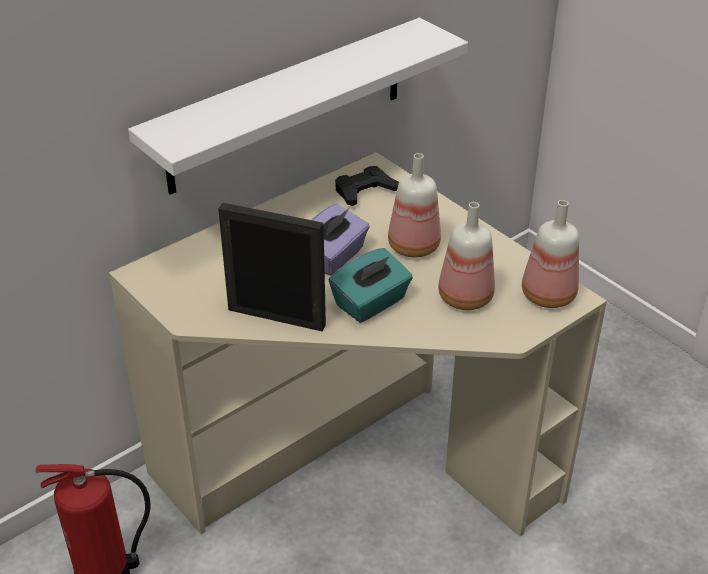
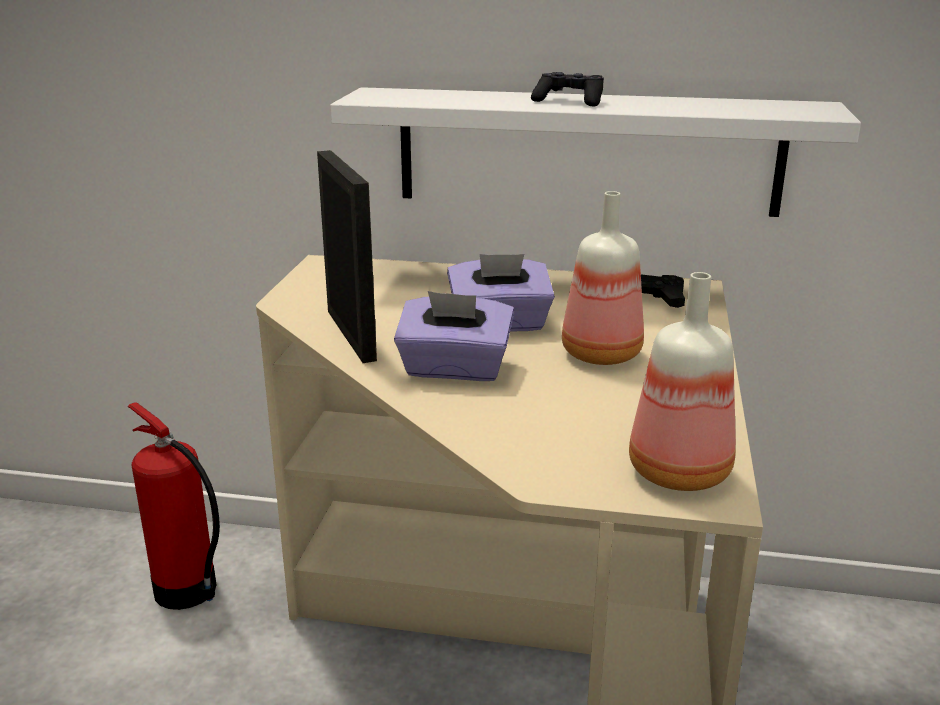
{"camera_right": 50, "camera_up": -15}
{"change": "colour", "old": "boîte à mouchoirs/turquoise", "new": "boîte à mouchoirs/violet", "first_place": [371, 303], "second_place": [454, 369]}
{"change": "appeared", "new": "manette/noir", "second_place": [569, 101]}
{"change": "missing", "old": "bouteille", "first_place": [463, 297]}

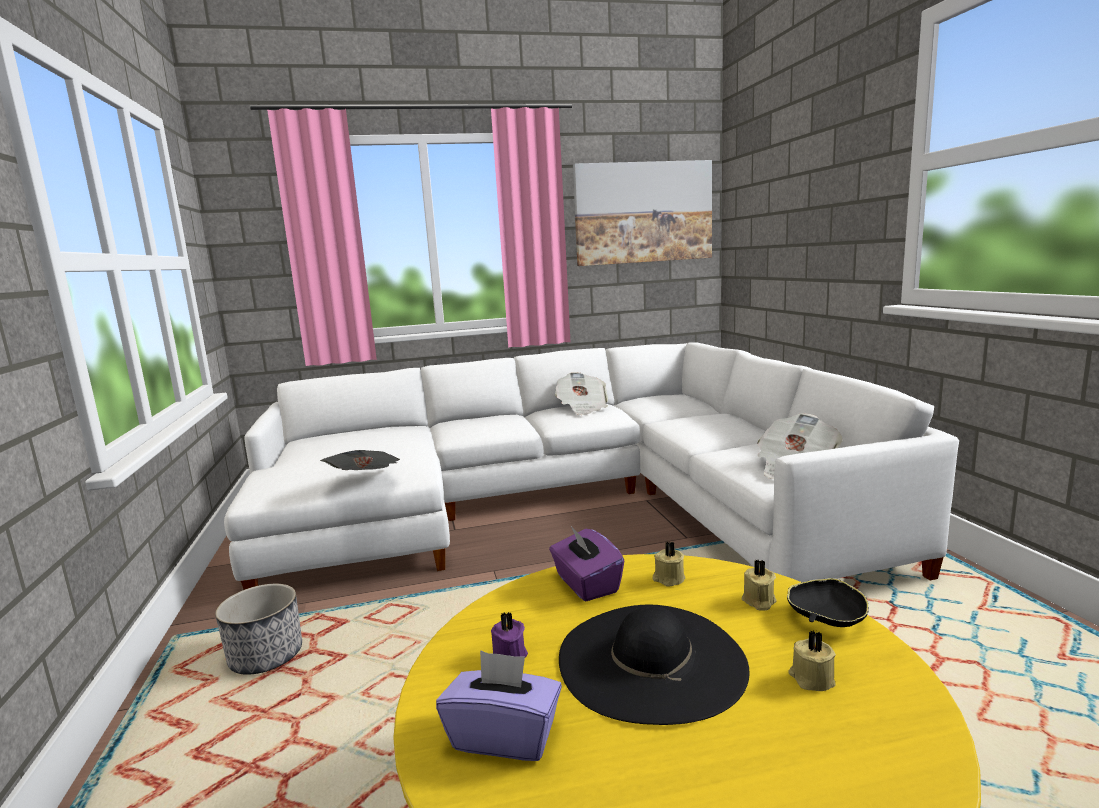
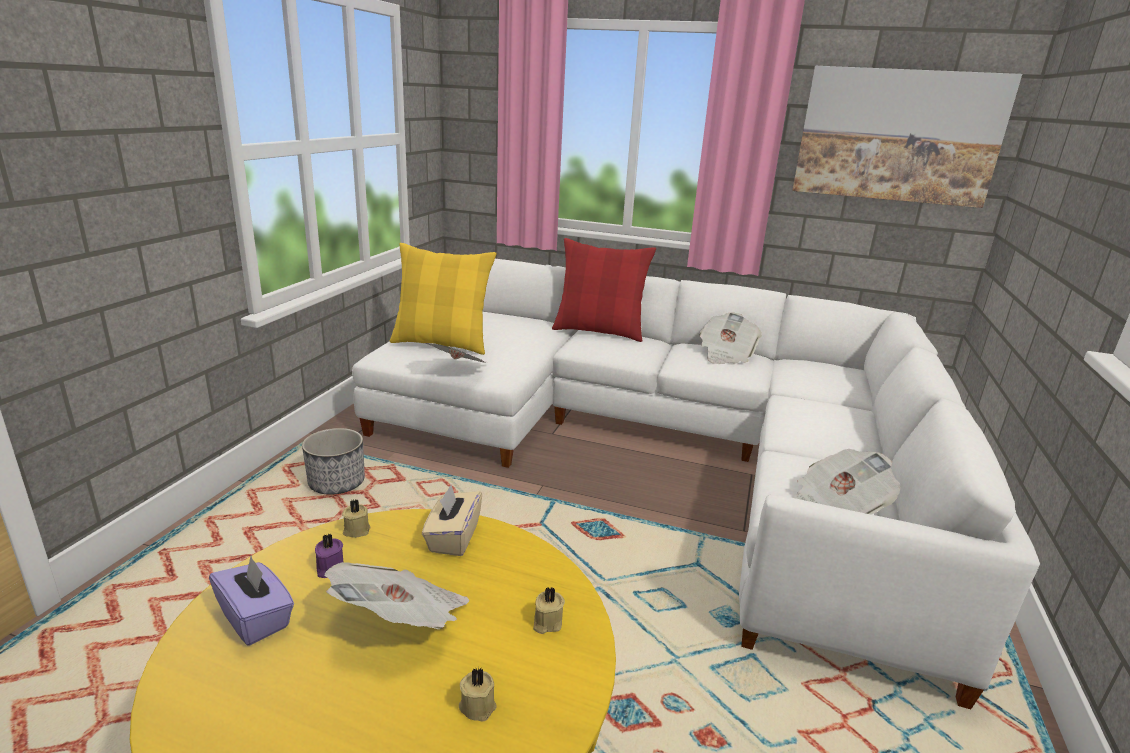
{"camera_right": 30, "camera_up": 10}
{"change": "exchanged", "old": "chapeau/noir", "new": "journal", "first_place": [651, 660], "second_place": [403, 621]}
{"change": "relocated", "old": "bougie/beige", "first_place": [668, 579], "second_place": [356, 530]}
{"change": "appeared", "new": "coussin/jaune", "second_place": [442, 343]}
{"change": "colour", "old": "boîte à mouchoirs/violet", "new": "boîte à mouchoirs/beige", "first_place": [586, 584], "second_place": [453, 538]}
{"change": "appeared", "new": "coussin/rouge", "second_place": [599, 331]}
{"change": "missing", "old": "bol/noir", "first_place": [826, 619]}

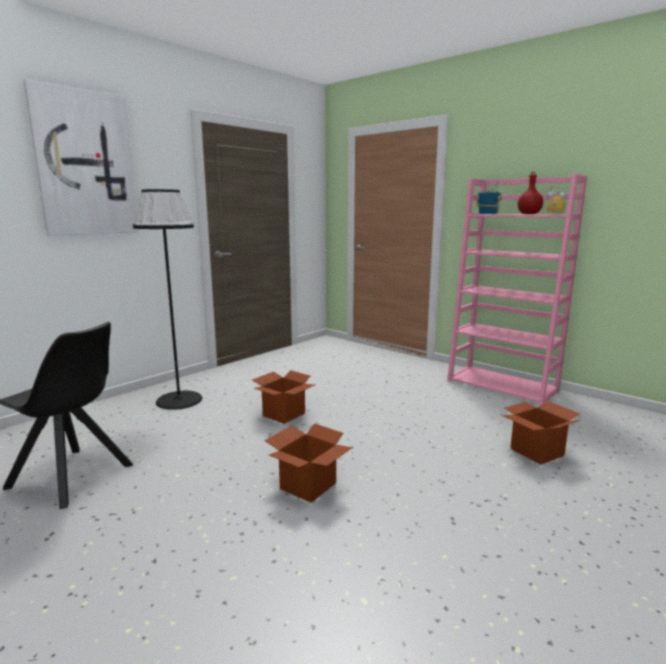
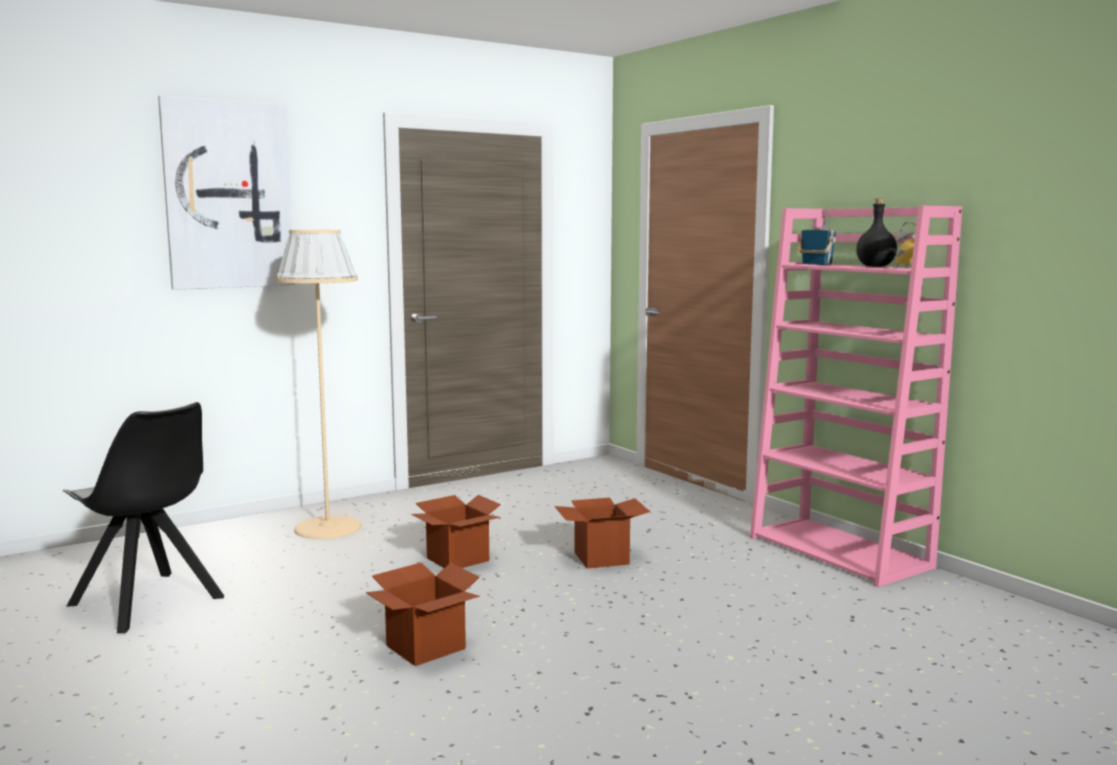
{"camera_right": 15, "camera_up": -5}
{"change": "colour", "old": "lampadaire/noir", "new": "lampadaire/beige", "first_place": [179, 400], "second_place": [328, 527]}
{"change": "relocated", "old": "carton", "first_place": [537, 452], "second_place": [601, 558]}
{"change": "colour", "old": "bouteille/rouge", "new": "bouteille/noir", "first_place": [529, 214], "second_place": [875, 266]}

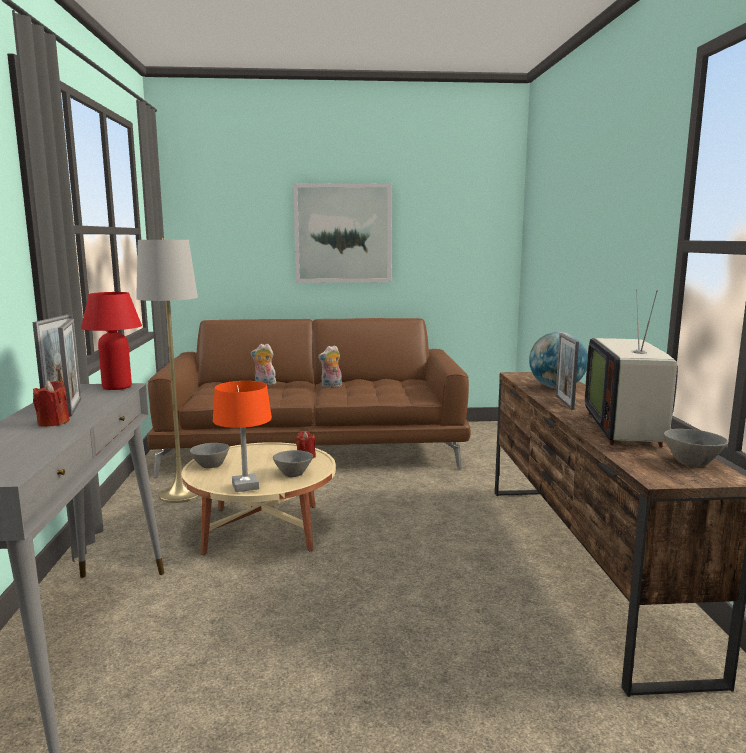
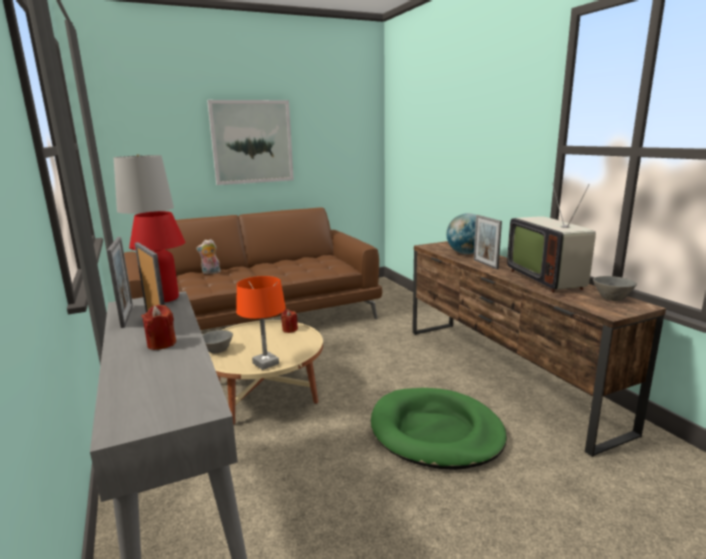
{"camera_right": -20, "camera_up": 5}
{"change": "appeared", "new": "panier pour chien/vert", "second_place": [436, 432]}
{"change": "missing", "old": "bol/gris", "first_place": [294, 473]}
{"change": "missing", "old": "peluche", "first_place": [331, 386]}

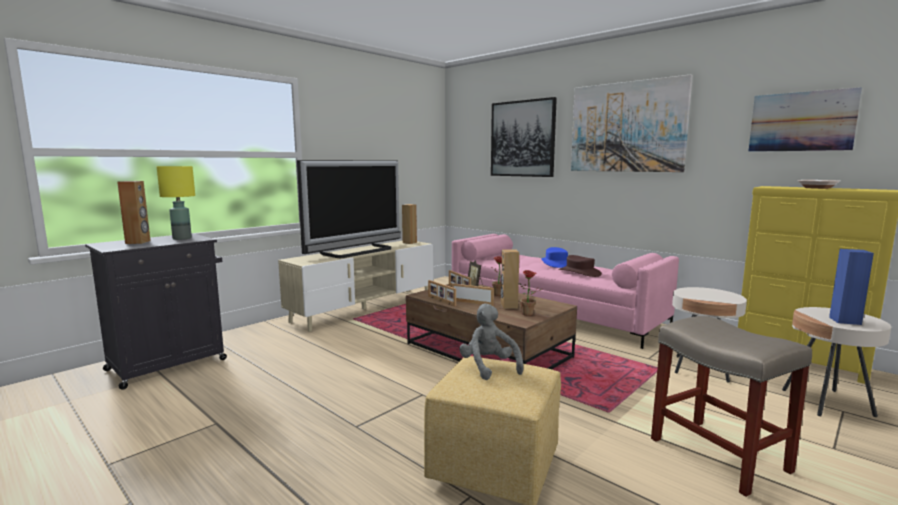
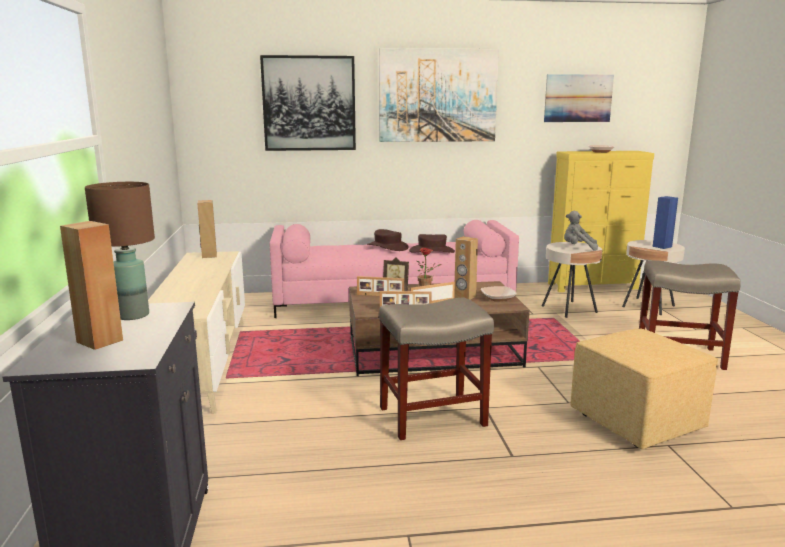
{"camera_right": -50, "camera_up": 5}
{"change": "colour", "old": "lampe de table/jaune", "new": "lampe de table/marron", "first_place": [182, 238], "second_place": [132, 315]}
{"change": "colour", "old": "chapeau/bleu", "new": "chapeau/marron", "first_place": [556, 263], "second_place": [387, 247]}
{"change": "appeared", "new": "tabouret/beige", "second_place": [433, 416]}
{"change": "exchanged", "old": "plante en pot", "new": "bol", "first_place": [529, 314], "second_place": [498, 298]}
{"change": "relocated", "old": "peluche/gris", "first_place": [488, 367], "second_place": [578, 248]}
{"change": "missing", "old": "téléviseur", "first_place": [358, 251]}

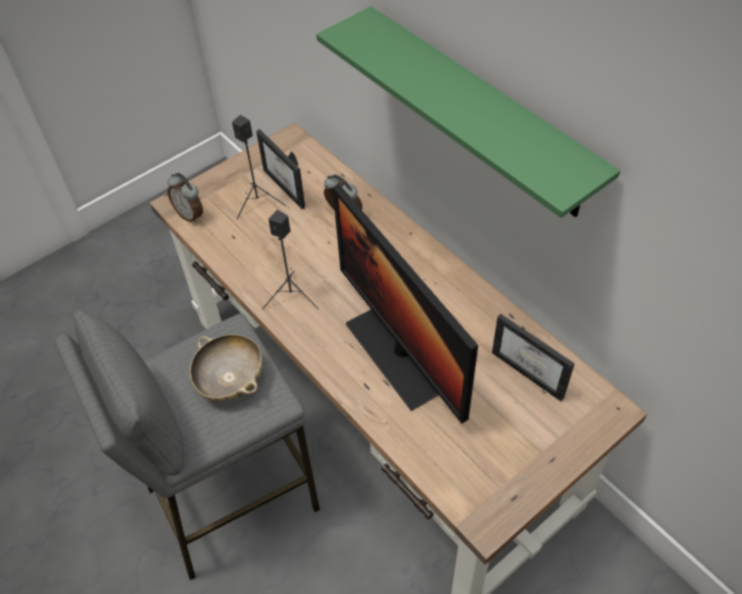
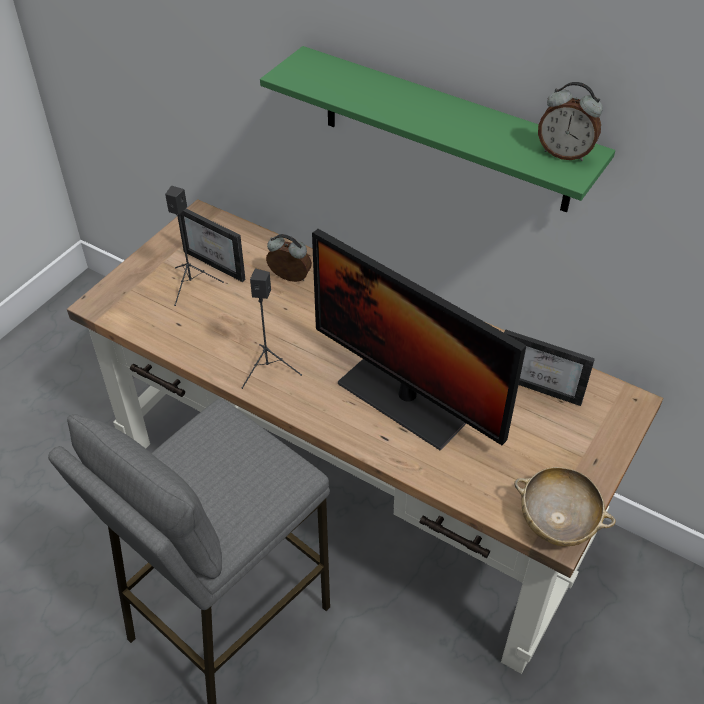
{"camera_right": -20, "camera_up": -5}
{"change": "relocated", "old": "bol/beige", "first_place": [230, 380], "second_place": [557, 521]}
{"change": "relocated", "old": "réveil", "first_place": [190, 214], "second_place": [564, 153]}

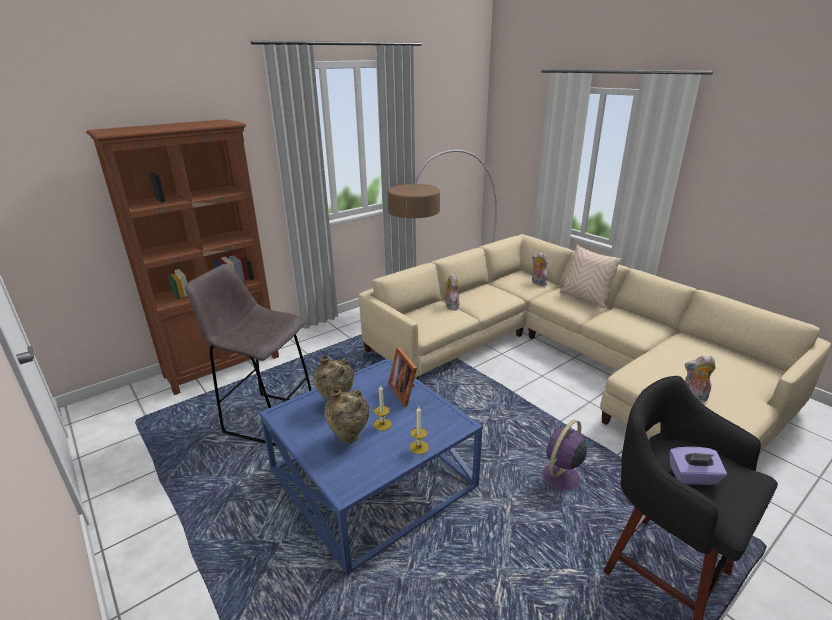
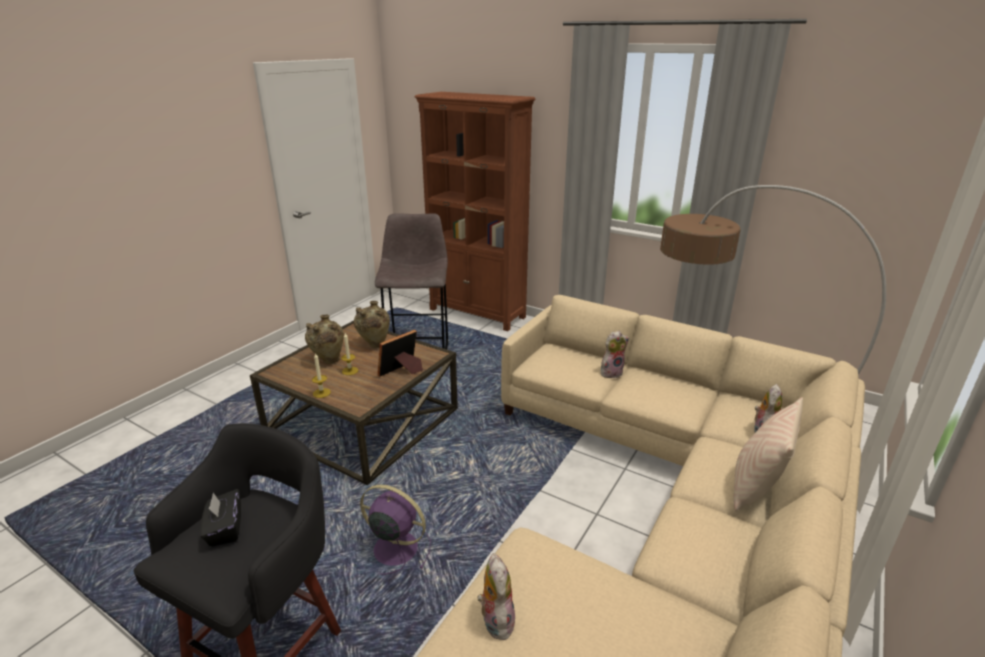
{"camera_right": 70, "camera_up": 0}
{"change": "colour", "old": "boîte à mouchoirs/violet", "new": "boîte à mouchoirs/noir", "first_place": [693, 477], "second_place": [225, 529]}
{"change": "colour", "old": "table basse/bleu", "new": "table basse/marron", "first_place": [373, 477], "second_place": [364, 422]}

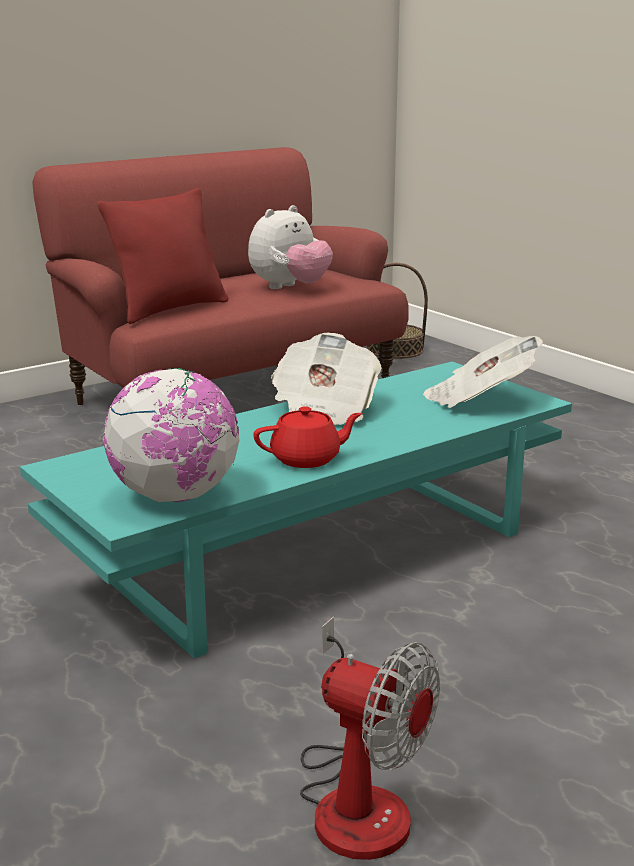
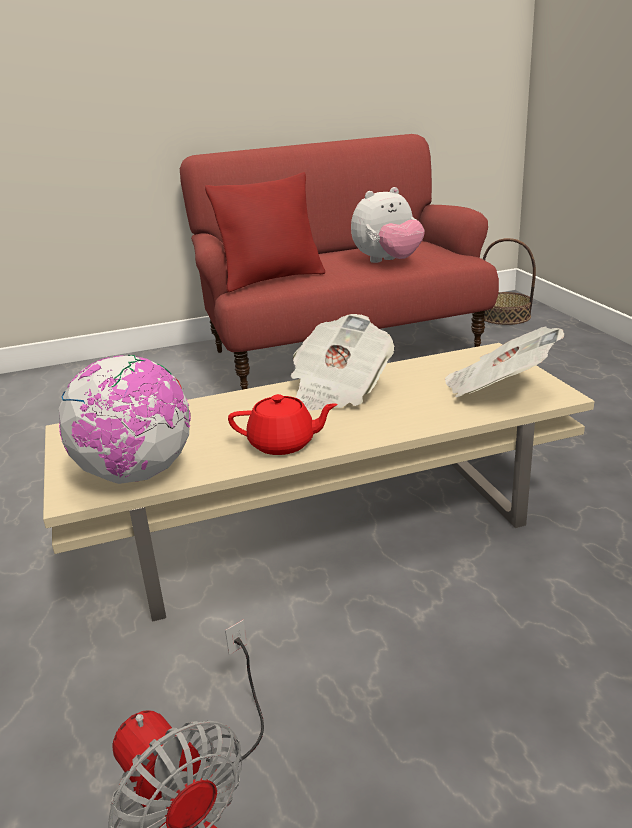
{"camera_right": 20, "camera_up": 5}
{"change": "colour", "old": "table basse/turquoise", "new": "table basse/beige", "first_place": [318, 552], "second_place": [324, 520]}

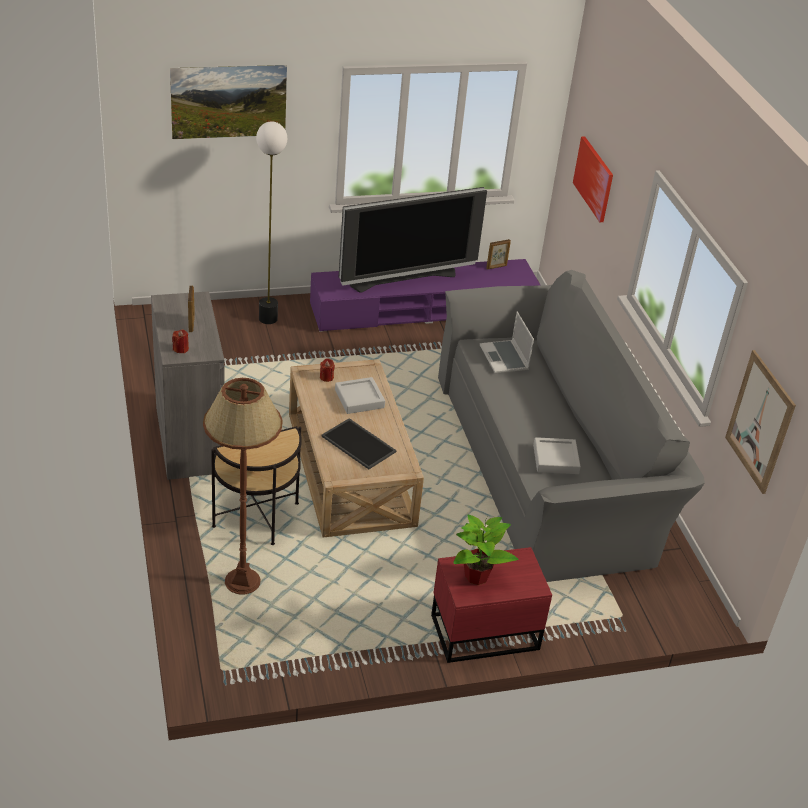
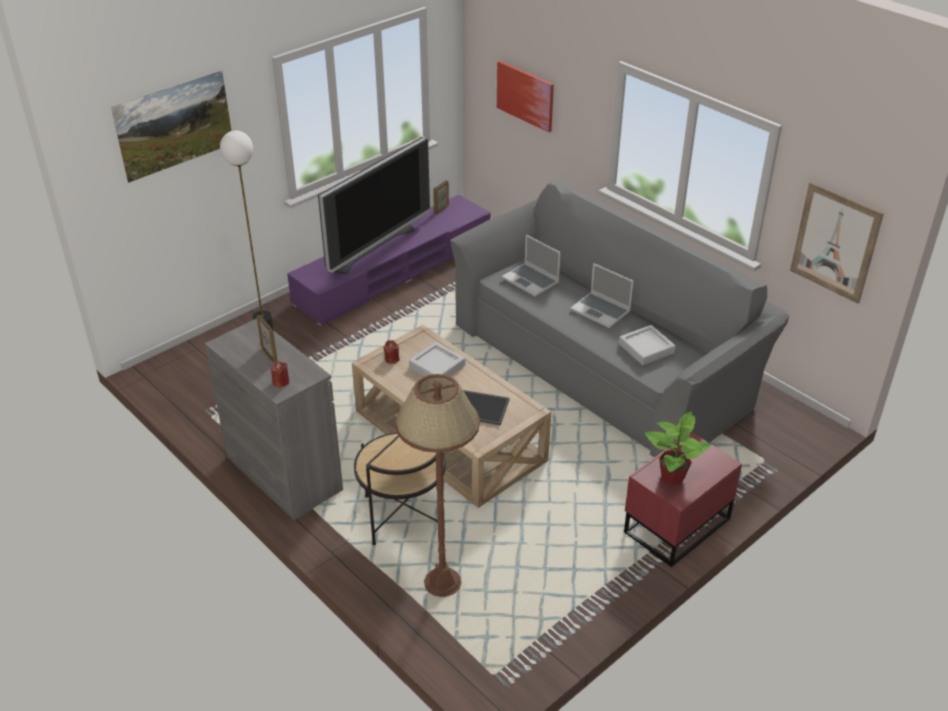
{"camera_right": -25, "camera_up": 0}
{"change": "appeared", "new": "ordinateur portable", "second_place": [601, 311]}

